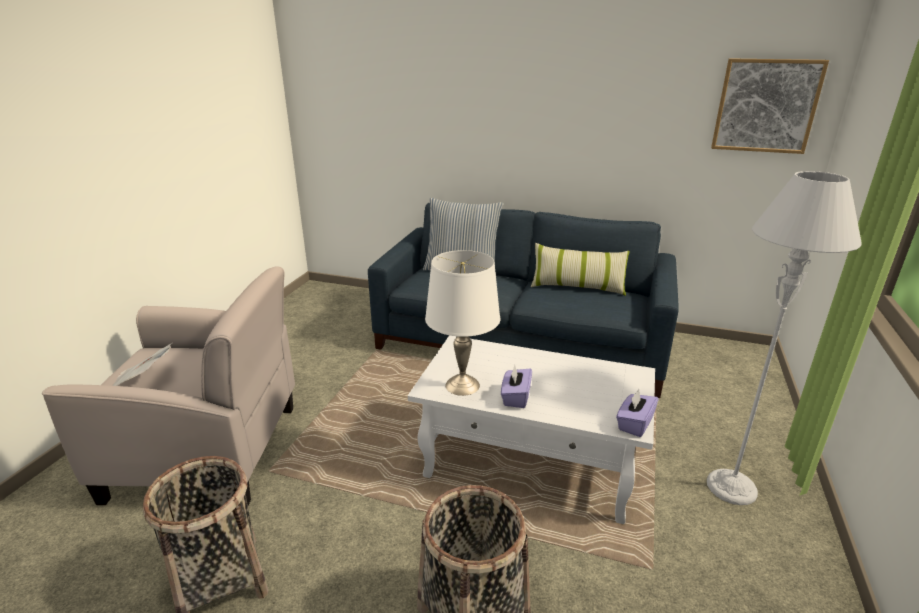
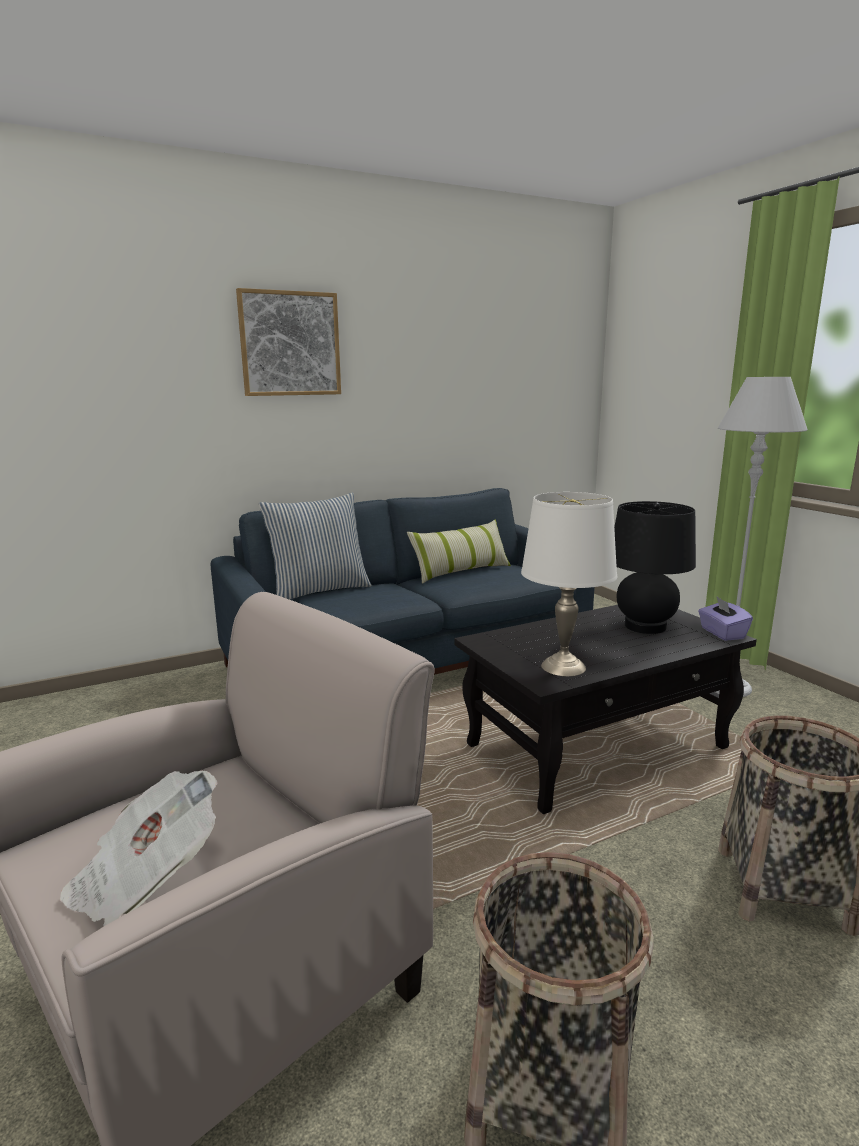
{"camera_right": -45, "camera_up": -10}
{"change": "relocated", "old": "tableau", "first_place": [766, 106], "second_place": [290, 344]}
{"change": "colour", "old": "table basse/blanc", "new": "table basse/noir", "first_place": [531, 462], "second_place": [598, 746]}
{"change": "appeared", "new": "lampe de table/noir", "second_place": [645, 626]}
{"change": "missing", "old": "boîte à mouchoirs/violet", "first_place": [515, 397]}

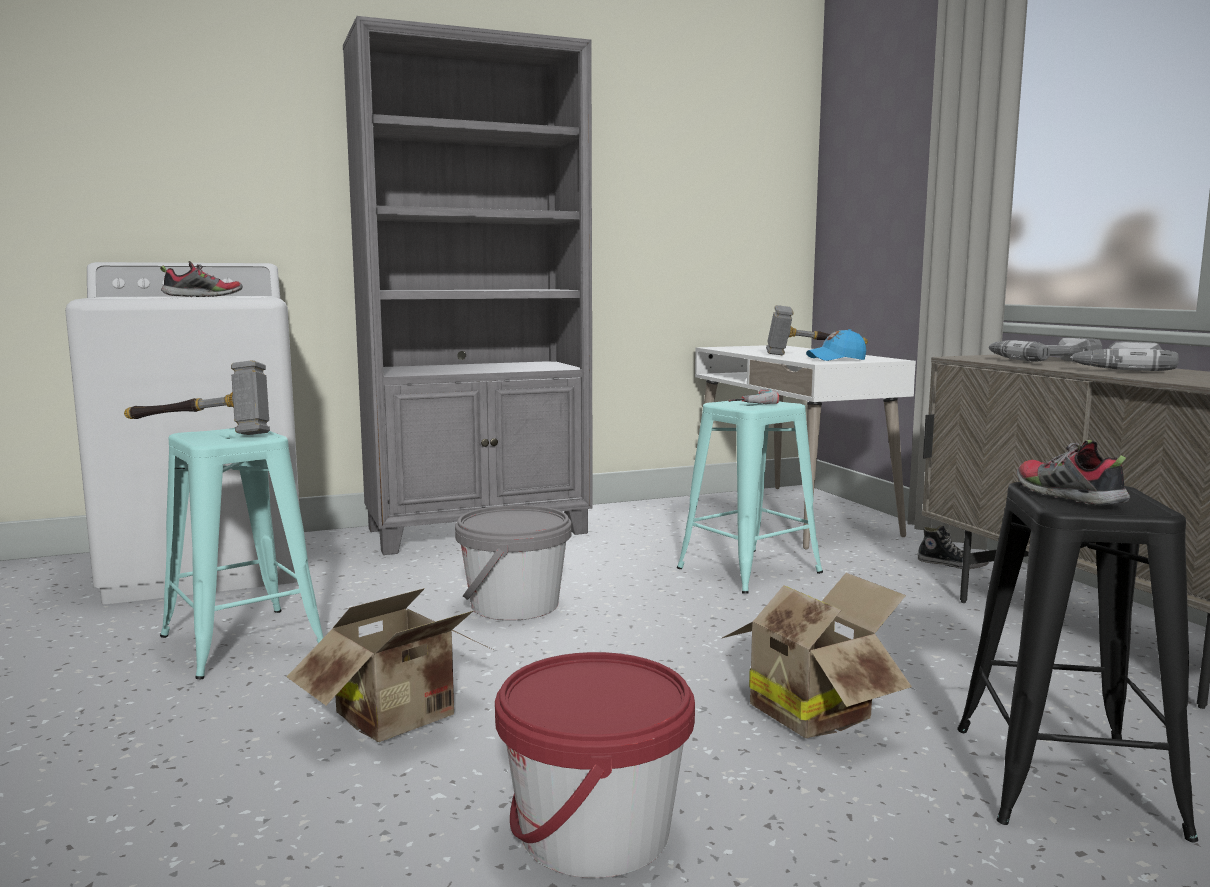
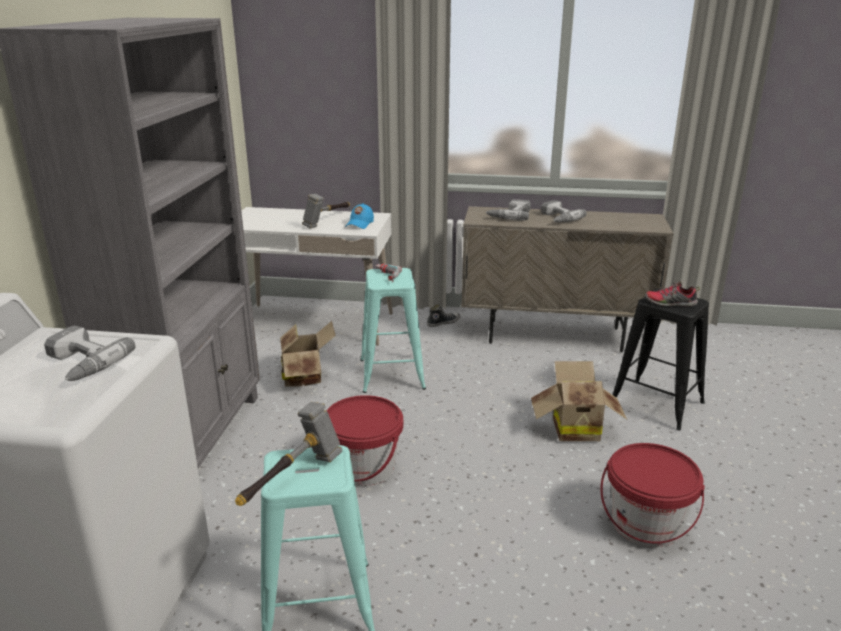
{"camera_right": -60, "camera_up": 15}
{"change": "exchanged", "old": "chaussure", "new": "perceuse", "first_place": [203, 297], "second_place": [80, 364]}
{"change": "relocated", "old": "carton", "first_place": [403, 719], "second_place": [306, 376]}
{"change": "colour", "old": "seau/gris", "new": "seau/rouge", "first_place": [514, 605], "second_place": [364, 467]}

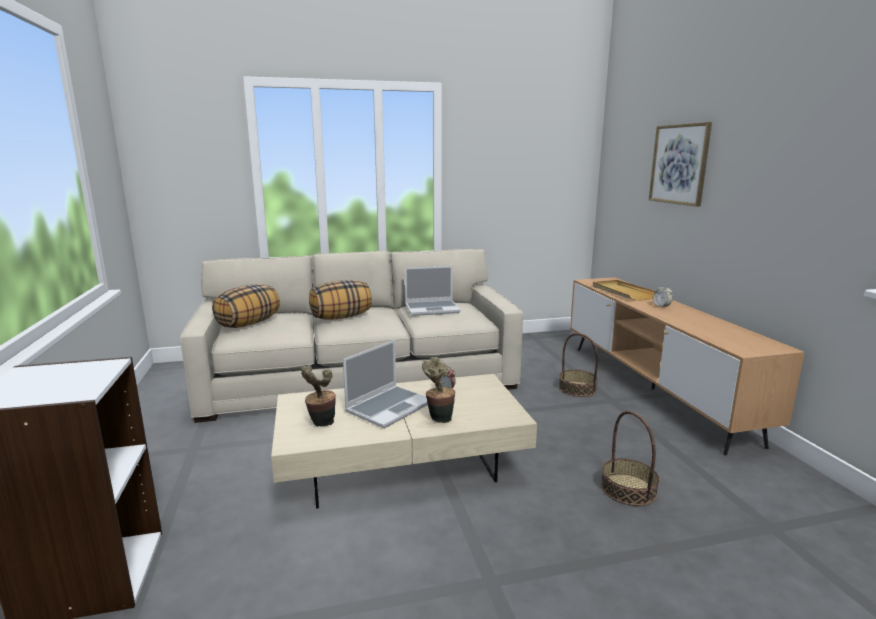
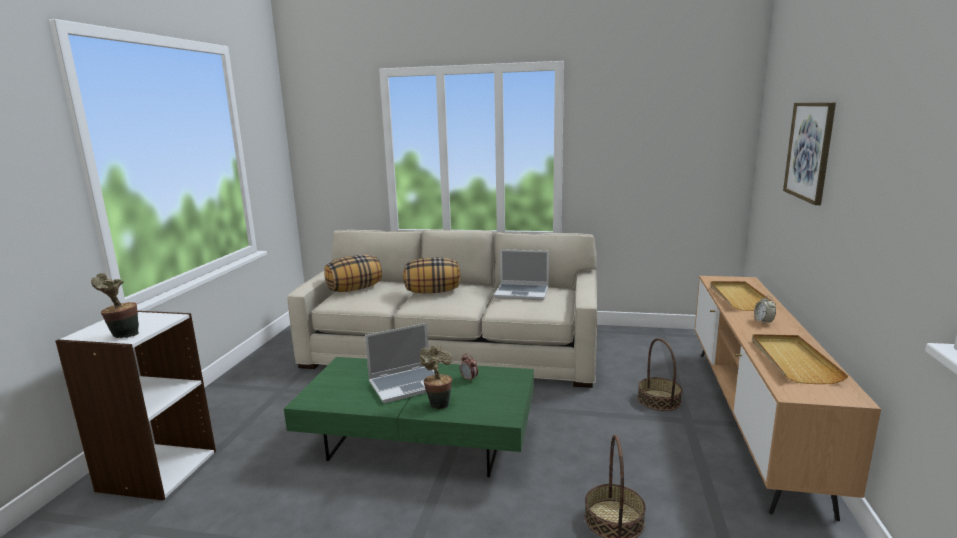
{"camera_right": 25, "camera_up": 0}
{"change": "relocated", "old": "plante en pot", "first_place": [320, 424], "second_place": [123, 335]}
{"change": "colour", "old": "table basse/beige", "new": "table basse/vert", "first_place": [401, 466], "second_place": [420, 441]}
{"change": "appeared", "new": "plateau/beige", "second_place": [793, 361]}

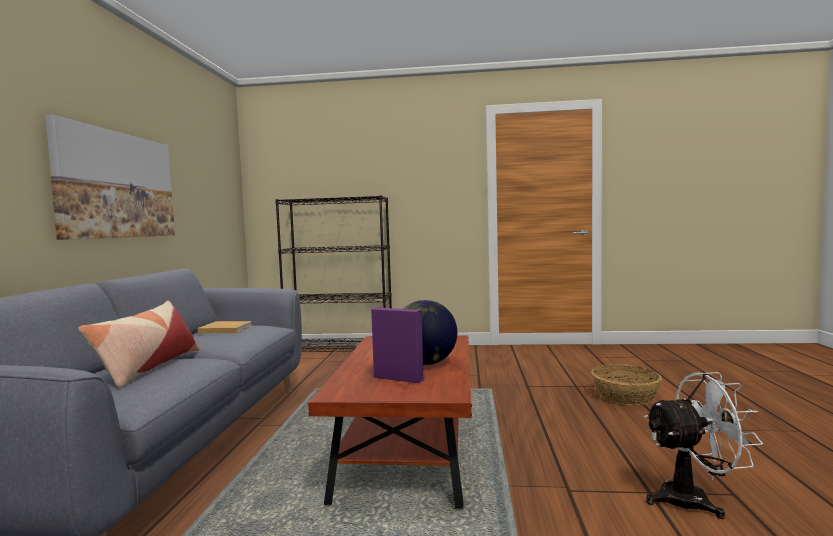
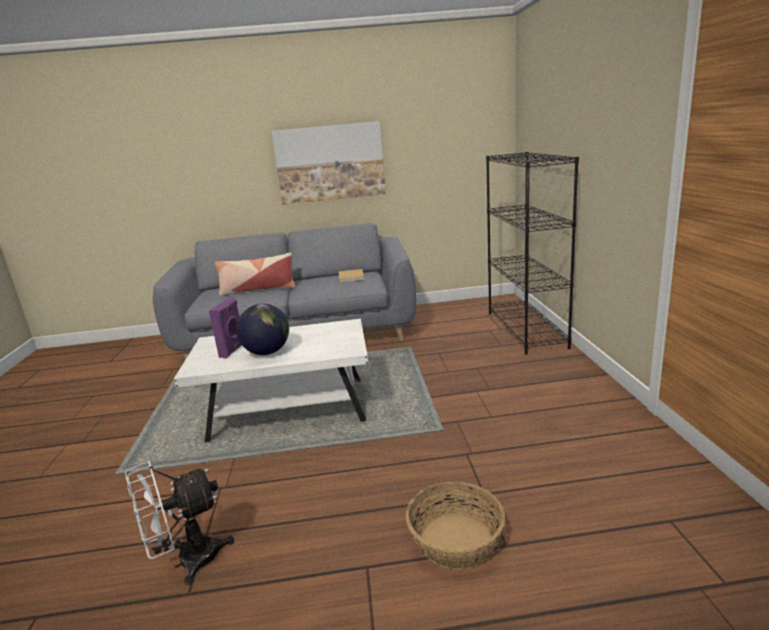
{"camera_right": 80, "camera_up": 15}
{"change": "spun", "old": "ventilateur/blanc", "first_place": [695, 499], "second_place": [188, 562], "degrees": 75}
{"change": "colour", "old": "table basse/marron", "new": "table basse/blanc", "first_place": [407, 452], "second_place": [289, 410]}

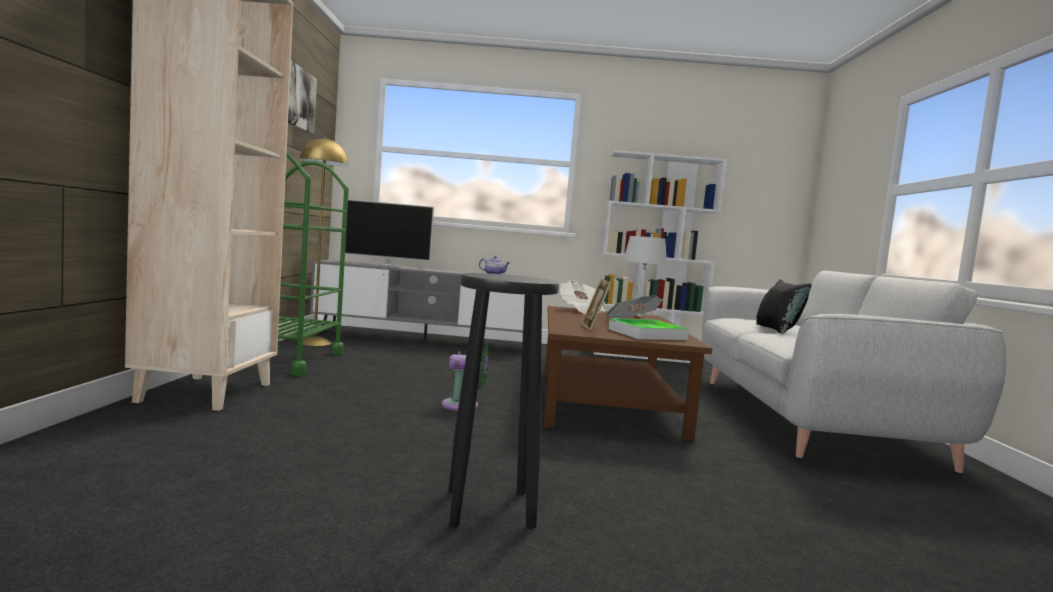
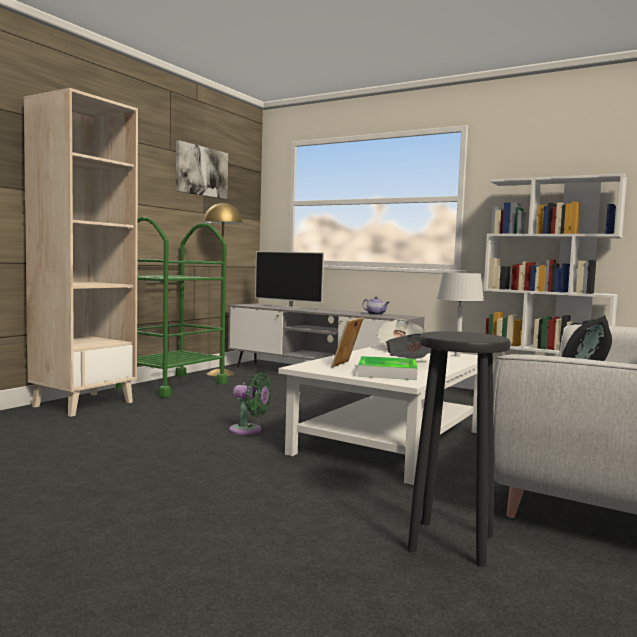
{"camera_right": 30, "camera_up": 0}
{"change": "colour", "old": "table basse/marron", "new": "table basse/blanc", "first_place": [607, 403], "second_place": [392, 442]}
{"change": "relocated", "old": "tabouret/noir", "first_place": [490, 507], "second_place": [452, 542]}

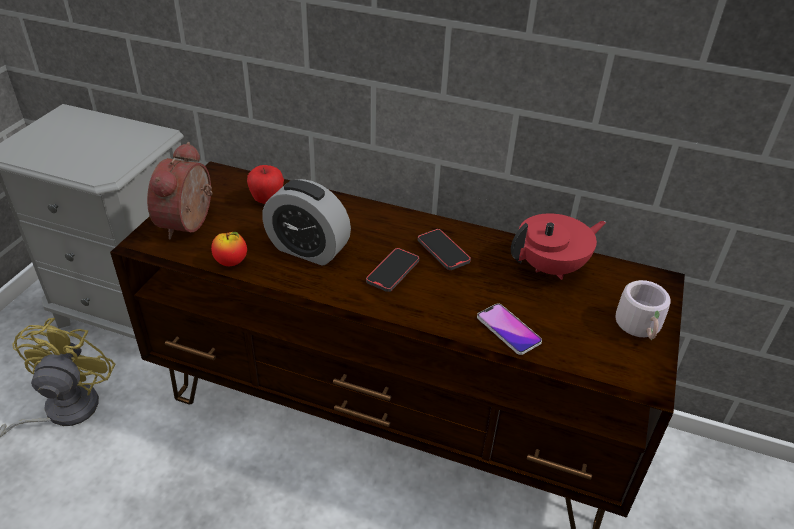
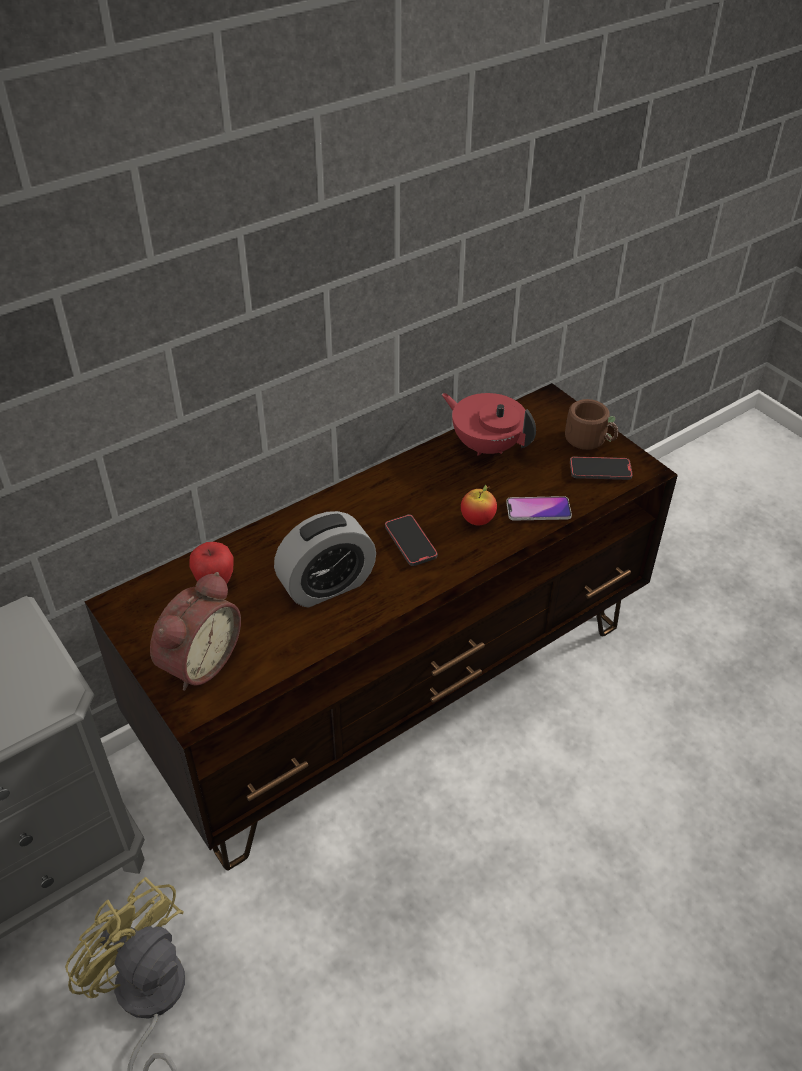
{"camera_right": -55, "camera_up": 5}
{"change": "spun", "old": "réveil", "first_place": [190, 224], "second_place": [197, 661], "degrees": -105}
{"change": "spun", "old": "théière/rouge", "first_place": [552, 267], "second_place": [486, 445], "degrees": -60}
{"change": "relocated", "old": "pomme", "first_place": [231, 262], "second_place": [477, 520]}
{"change": "colour", "old": "mug/gris", "new": "mug/marron", "first_place": [641, 328], "second_place": [590, 439]}
{"change": "relocated", "old": "téléphone", "first_place": [443, 251], "second_place": [600, 470]}

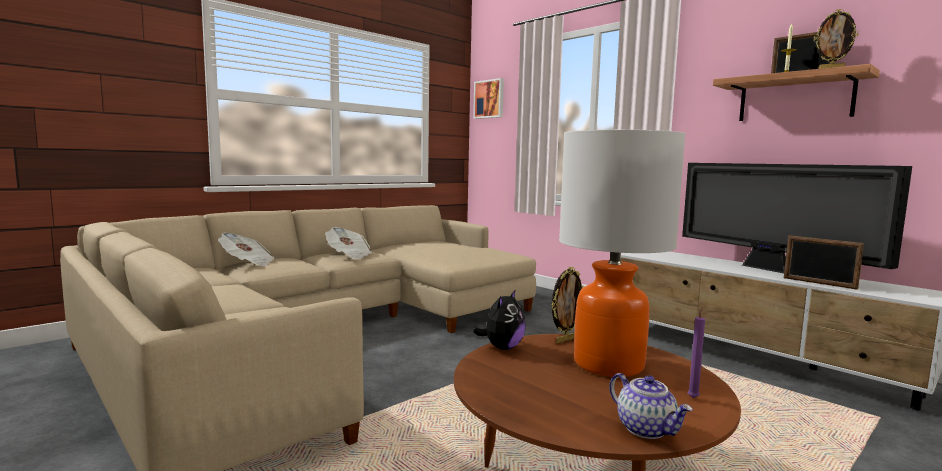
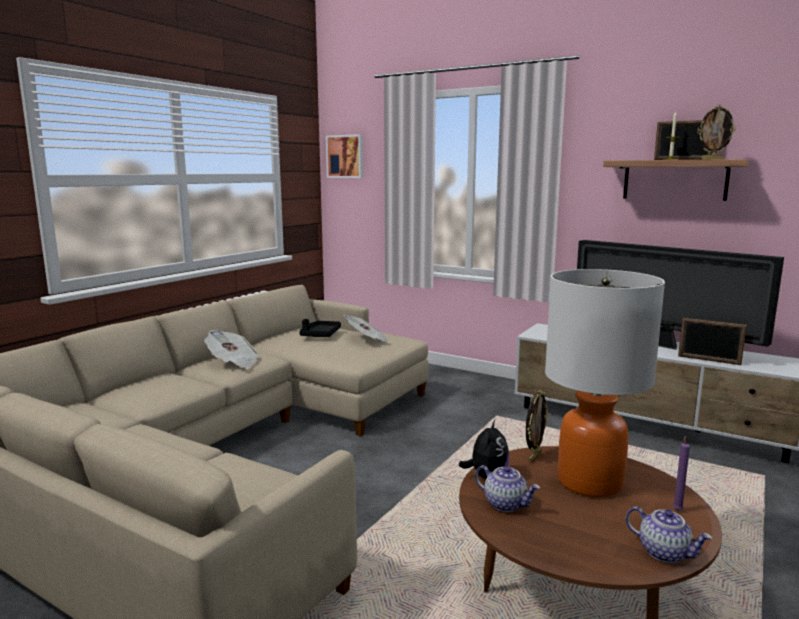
{"camera_right": -15, "camera_up": 5}
{"change": "appeared", "new": "plateau/noir", "second_place": [320, 335]}
{"change": "relocated", "old": "journal", "first_place": [248, 263], "second_place": [367, 341]}
{"change": "appeared", "new": "théière", "second_place": [506, 504]}

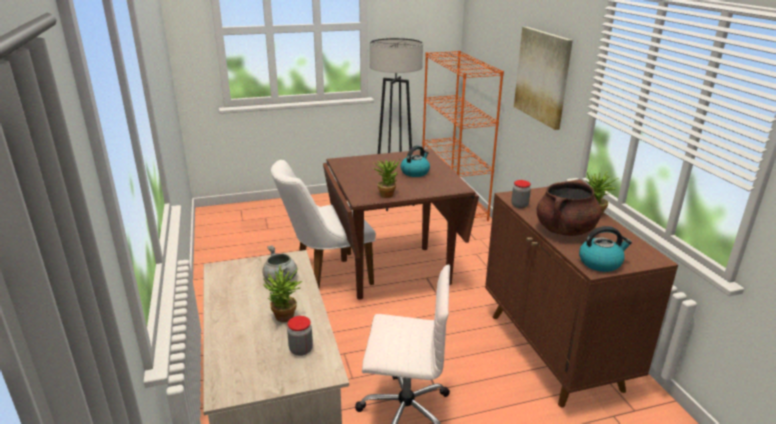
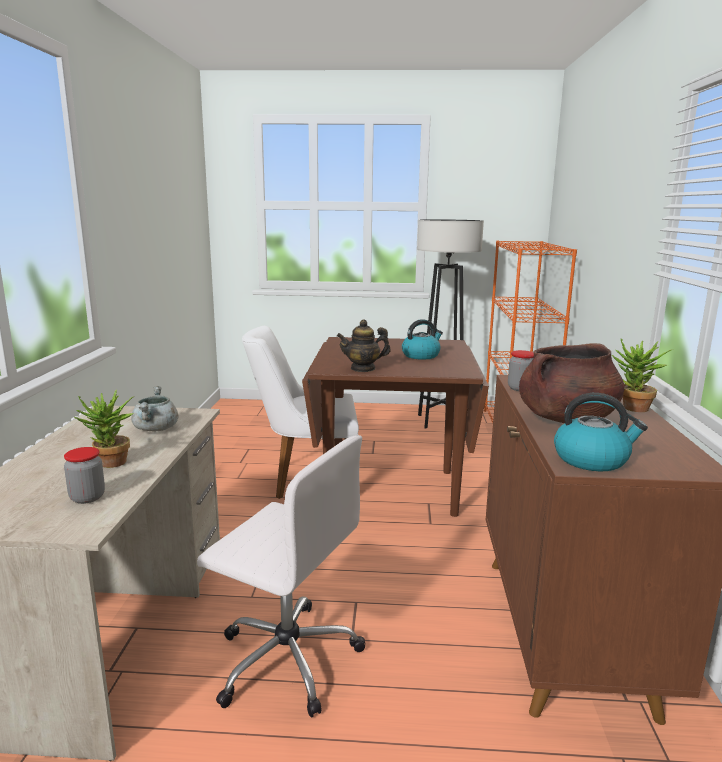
{"camera_right": 20, "camera_up": -10}
{"change": "exchanged", "old": "plante en pot", "new": "théière", "first_place": [387, 194], "second_place": [363, 368]}
{"change": "missing", "old": "tableau", "first_place": [542, 76]}

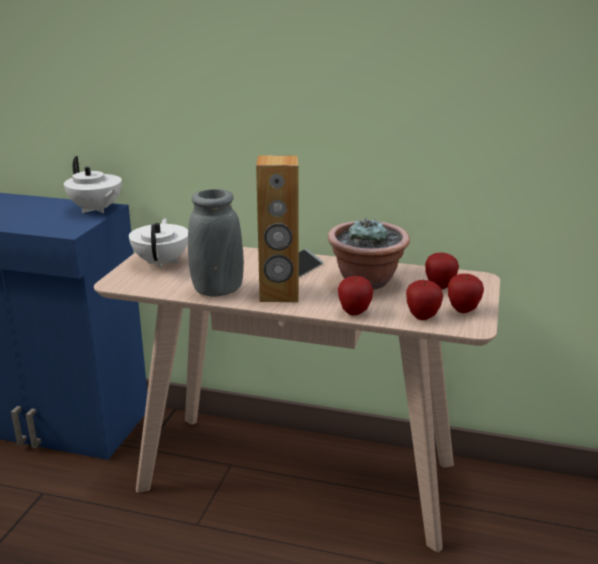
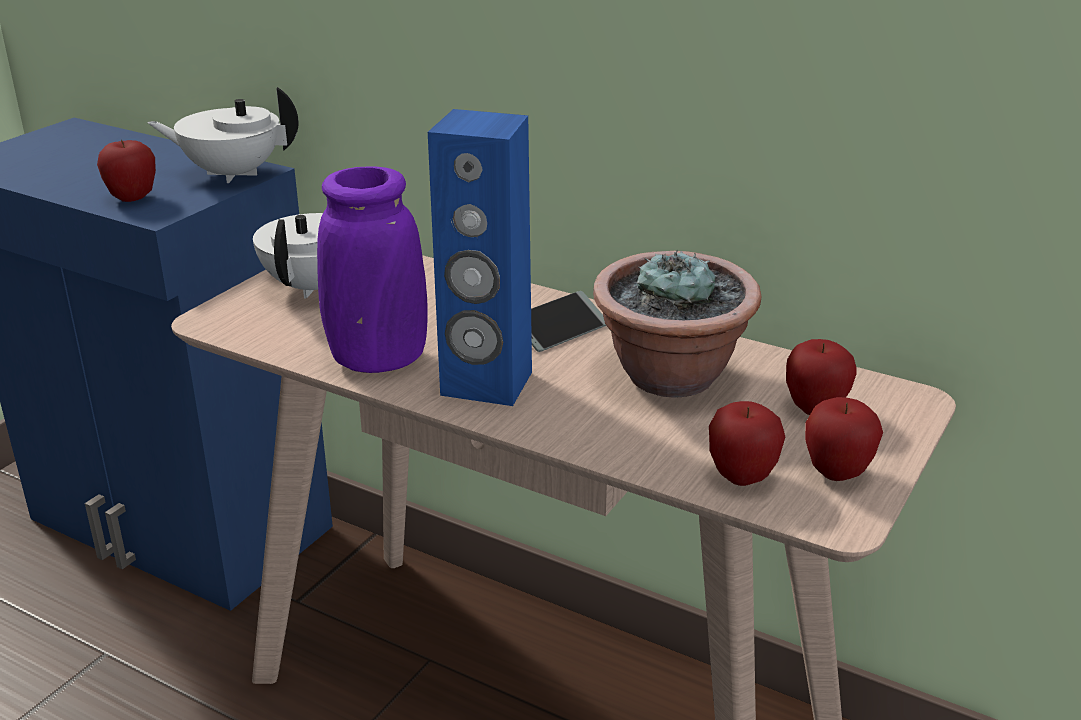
{"camera_right": 15, "camera_up": 5}
{"change": "relocated", "old": "pomme", "first_place": [354, 312], "second_place": [133, 198]}
{"change": "spun", "old": "théière/blanc", "first_place": [96, 210], "second_place": [232, 174], "degrees": 120}
{"change": "colour", "old": "vase/gris", "new": "vase/violet", "first_place": [217, 291], "second_place": [378, 360]}
{"change": "colour", "old": "enceinte/marron", "new": "enceinte/bleu", "first_place": [279, 294], "second_place": [486, 384]}

